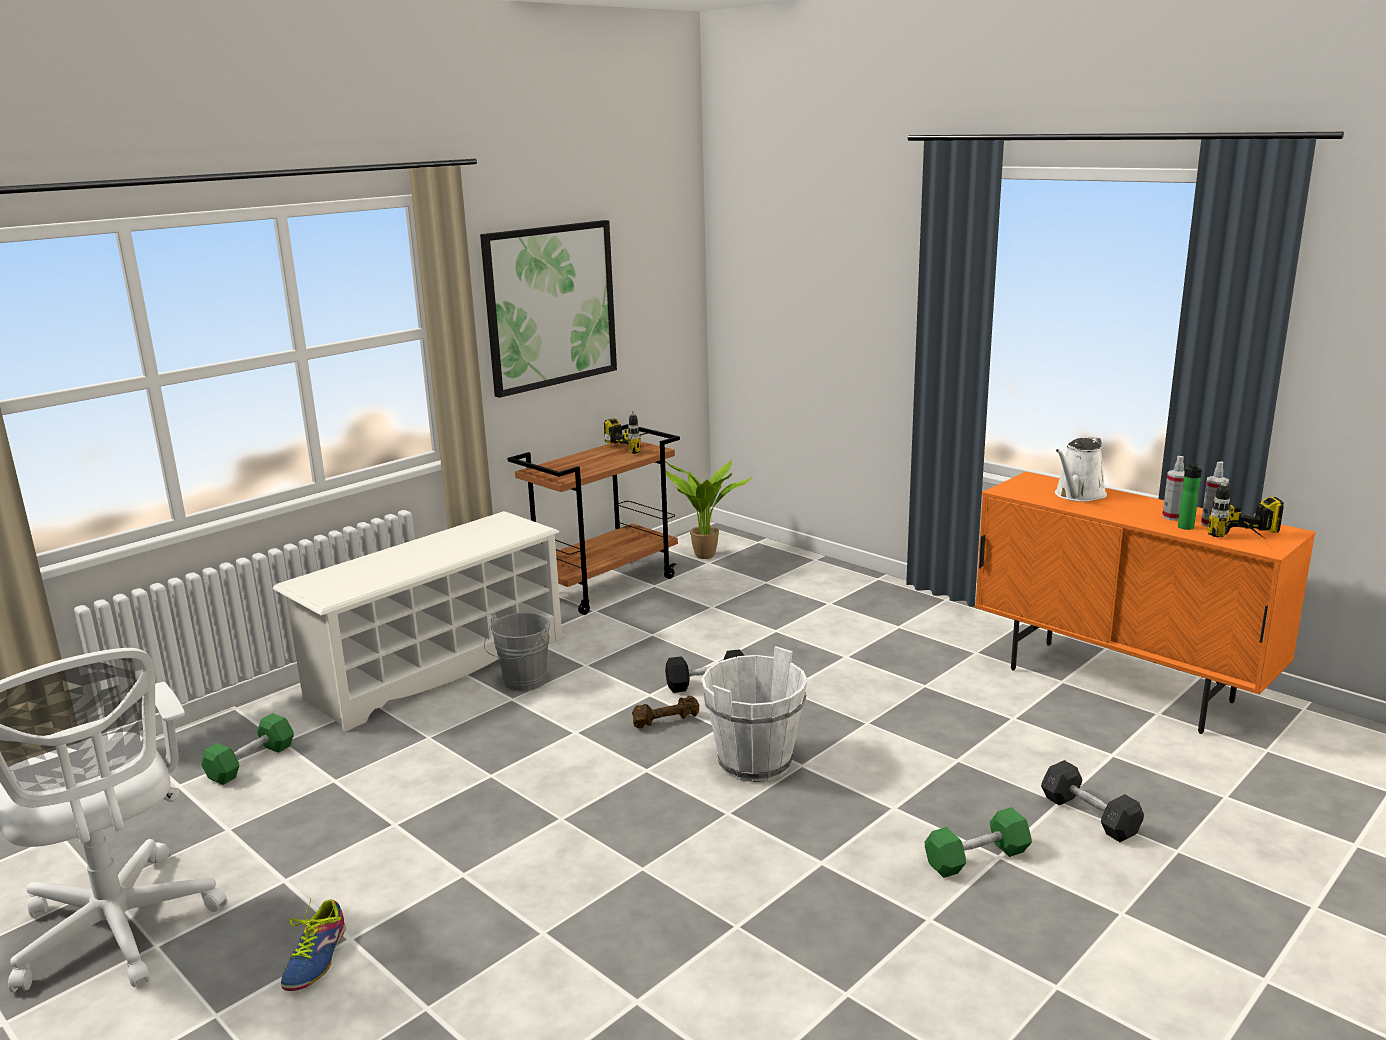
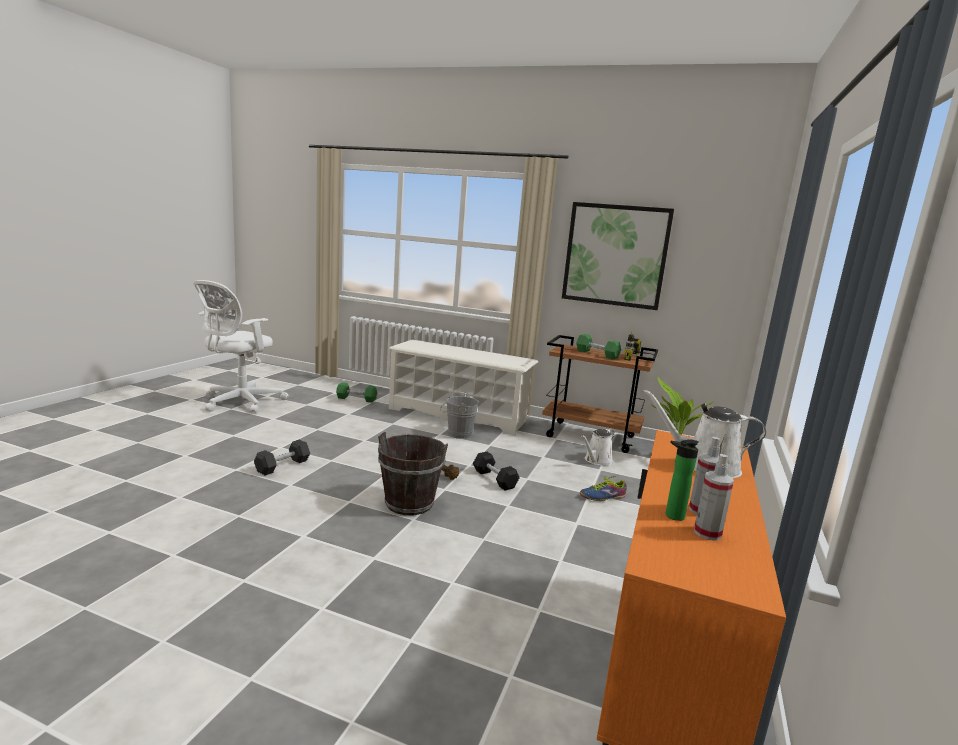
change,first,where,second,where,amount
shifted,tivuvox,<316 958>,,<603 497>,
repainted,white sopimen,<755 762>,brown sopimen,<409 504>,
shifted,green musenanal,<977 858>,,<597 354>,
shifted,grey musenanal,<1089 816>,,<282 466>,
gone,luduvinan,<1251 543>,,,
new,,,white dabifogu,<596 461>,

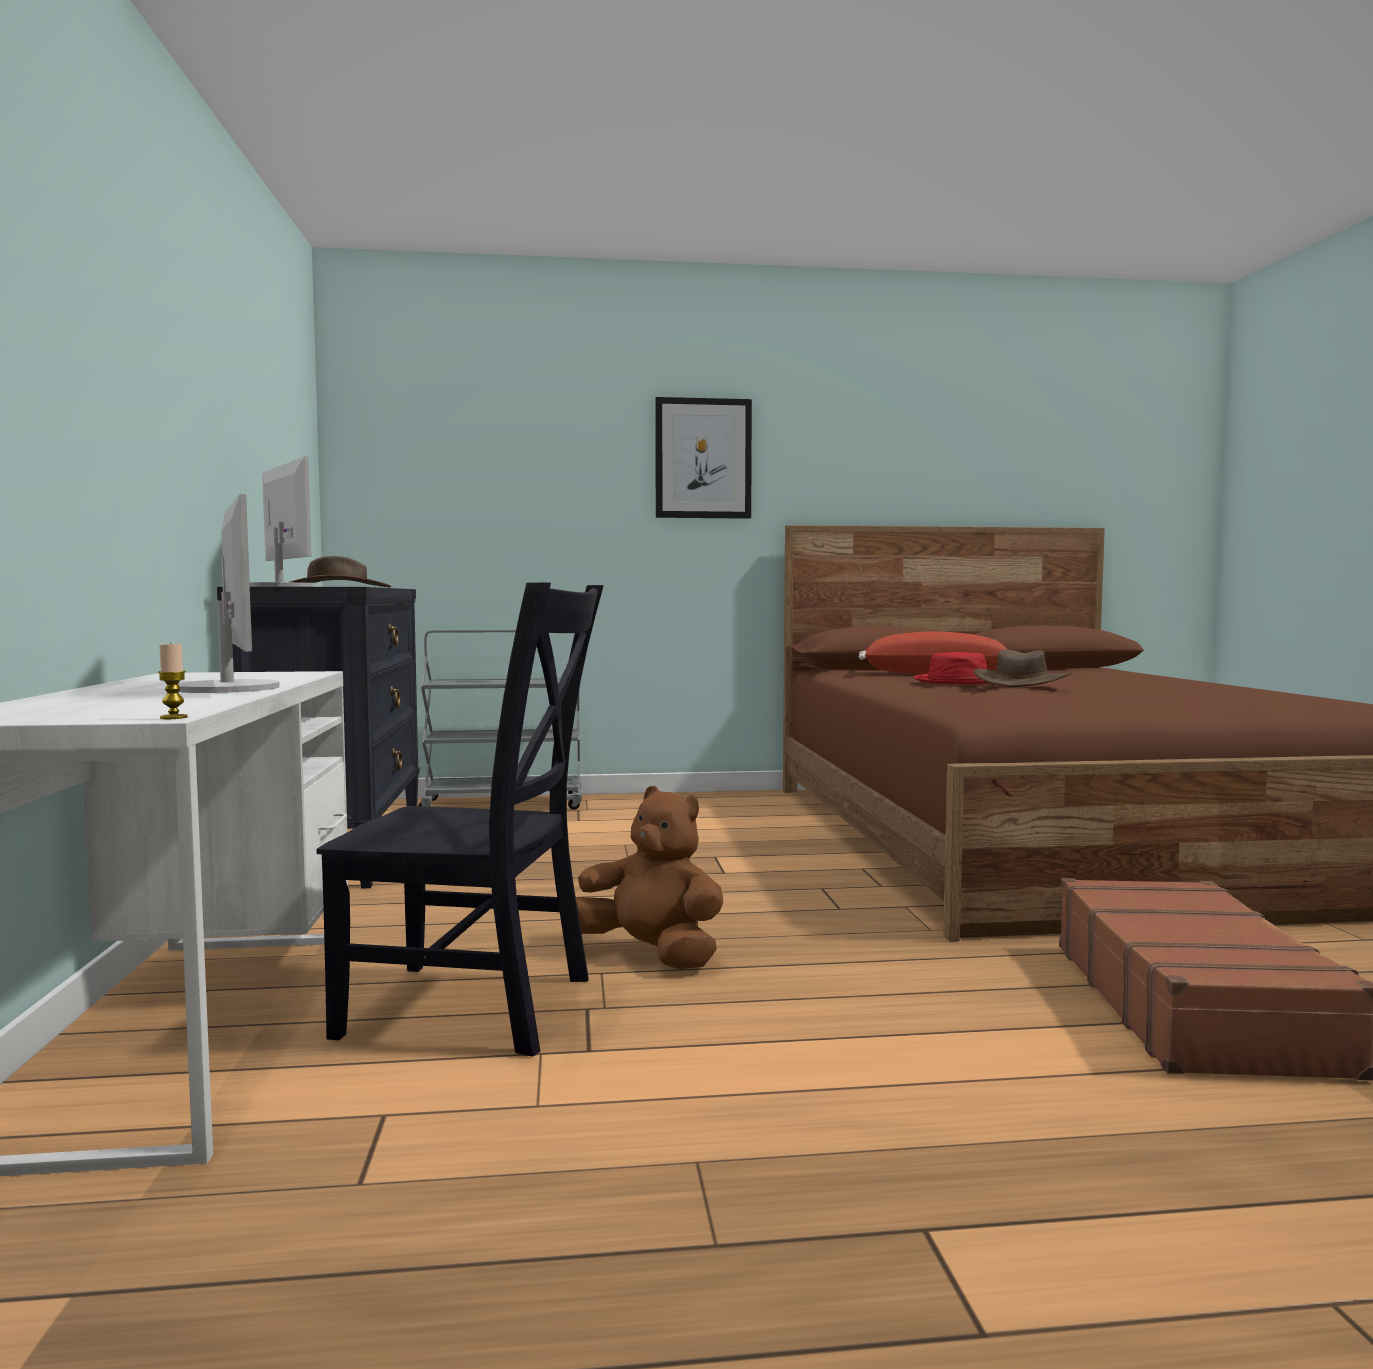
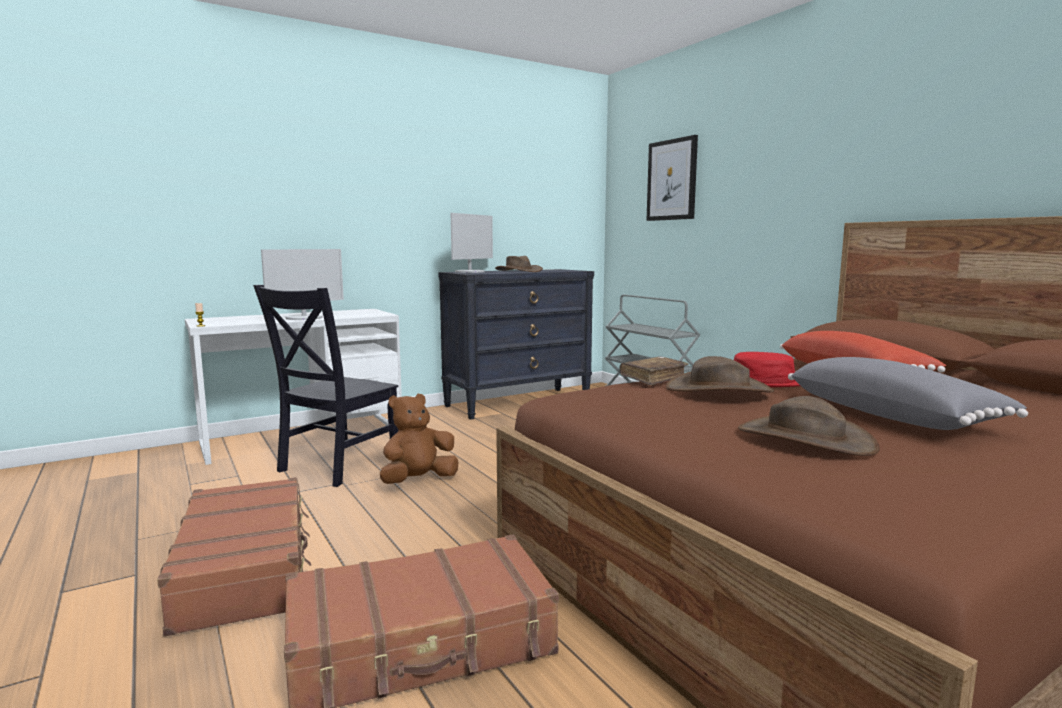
change,first,where,second,where,amount
rotated,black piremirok,<478 1008>,,<335 466>,45 degrees clockwise
rotated,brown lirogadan,<651 954>,,<418 480>,135 degrees counterclockwise
shifted,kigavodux,<703 458>,,<672 180>,
new,,,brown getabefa,<246 568>,
new,,,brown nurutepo,<653 378>,
new,,,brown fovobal,<804 439>,
new,,,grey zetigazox,<892 416>,

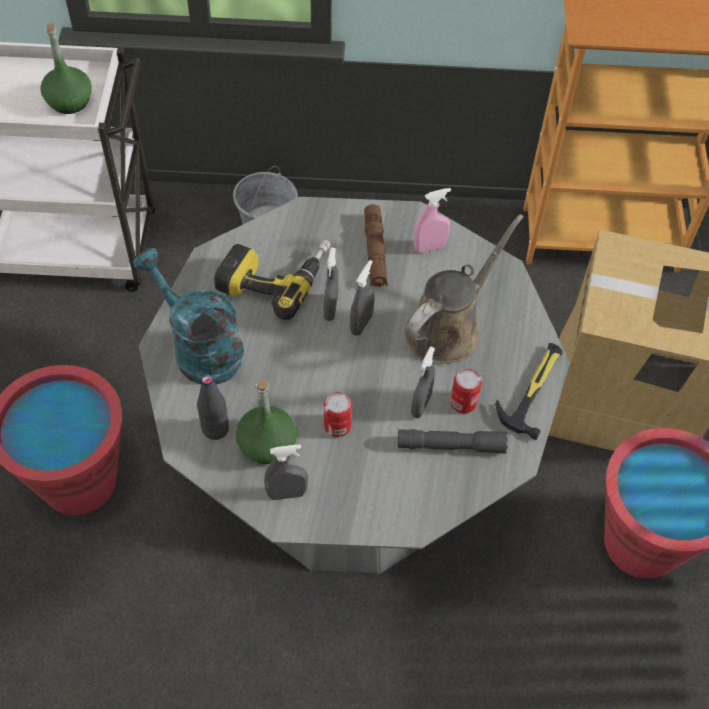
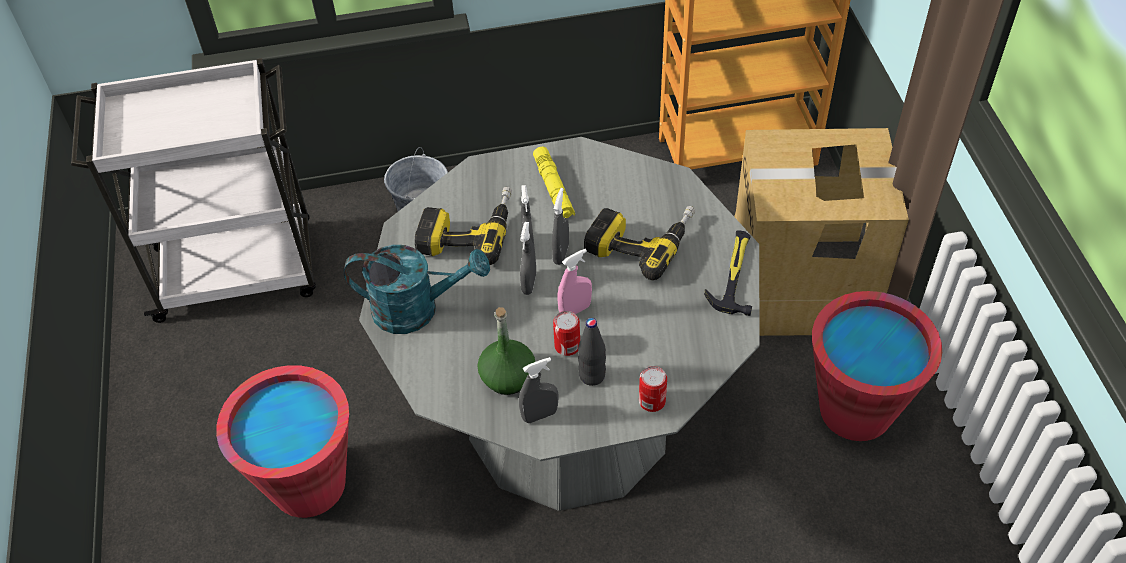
change,first,where,second,where,amount
gone,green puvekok,<69 101>,,,
rotated,turquoise dabifogu,<199 348>,,<417 309>,150 degrees clockwise
shifted,black puvekok,<215 429>,,<592 376>,
repainted,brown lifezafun,<375 252>,yellow lifezafun,<553 189>,
gone,grey lifezafun,<451 445>,,,
swapped,brown dabifogu,<448 329>,luduvinan,<641 240>,
shifted,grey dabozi,<421 405>,,<529 283>,
shifted,pink dabozi,<429 247>,,<575 310>,
shifted,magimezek,<463 402>,,<652 401>,

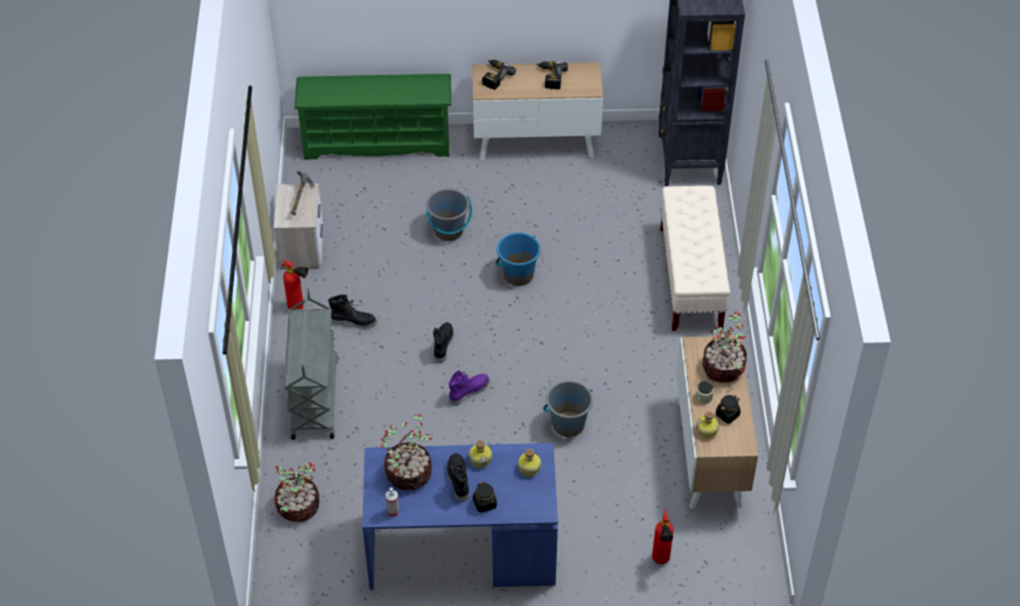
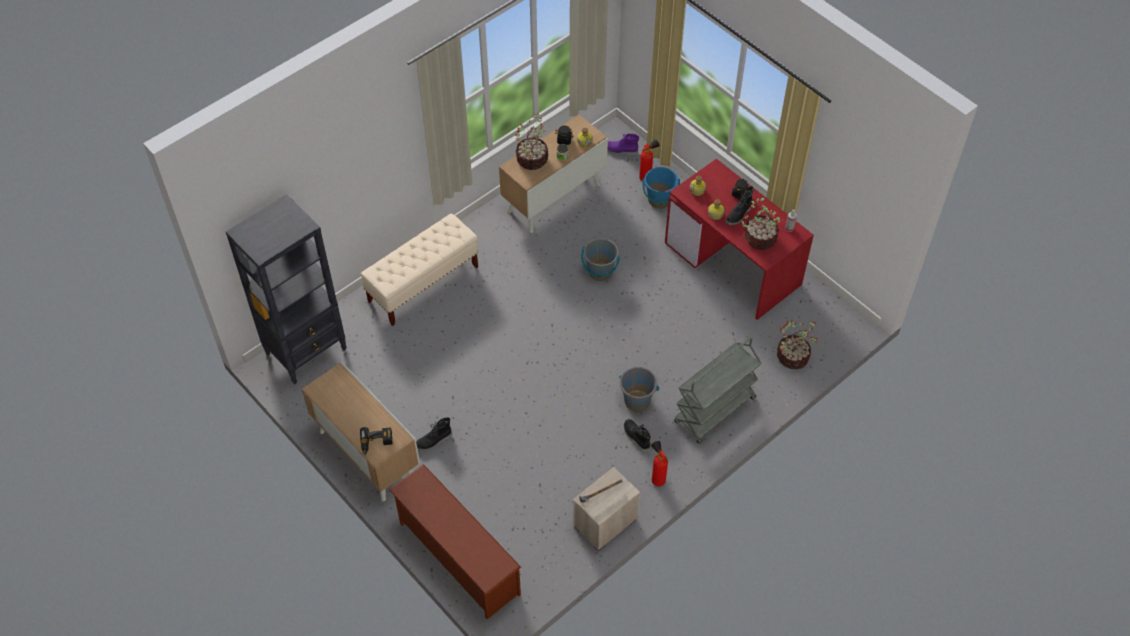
change,first,where,second,where,amount
repainted,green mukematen,<378 142>,brown mukematen,<457 558>,
repainted,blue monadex,<460 549>,red monadex,<733 263>,
shifted,grey sopimen,<448 231>,,<637 400>,
shifted,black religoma,<442 345>,,<434 441>,
shifted,purple religoma,<468 391>,,<620 151>,
shifted,blue sopimen,<518 275>,,<659 200>,
gone,luduvinan,<550 77>,,,

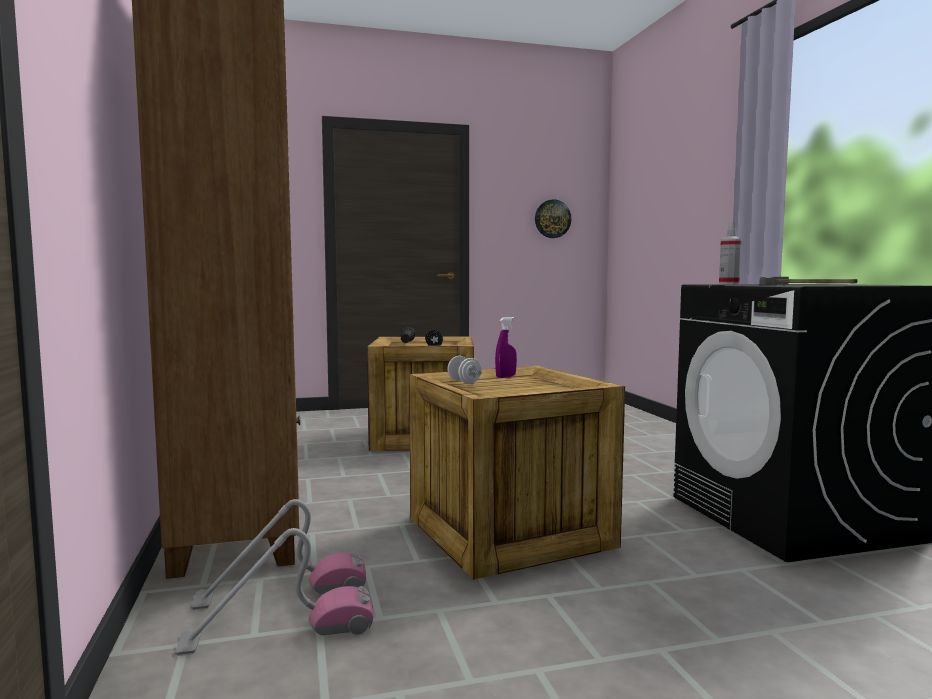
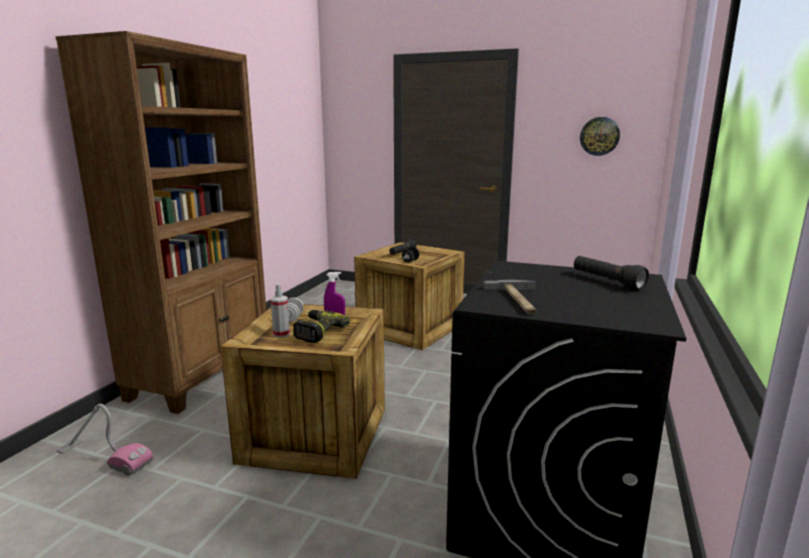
change,first,where,second,where,amount
gone,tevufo,<282 592>,,,
shifted,dabozi,<729 284>,,<281 334>,
new,,,luduvinan,<317 332>,
new,,,black lifezafun,<606 281>,

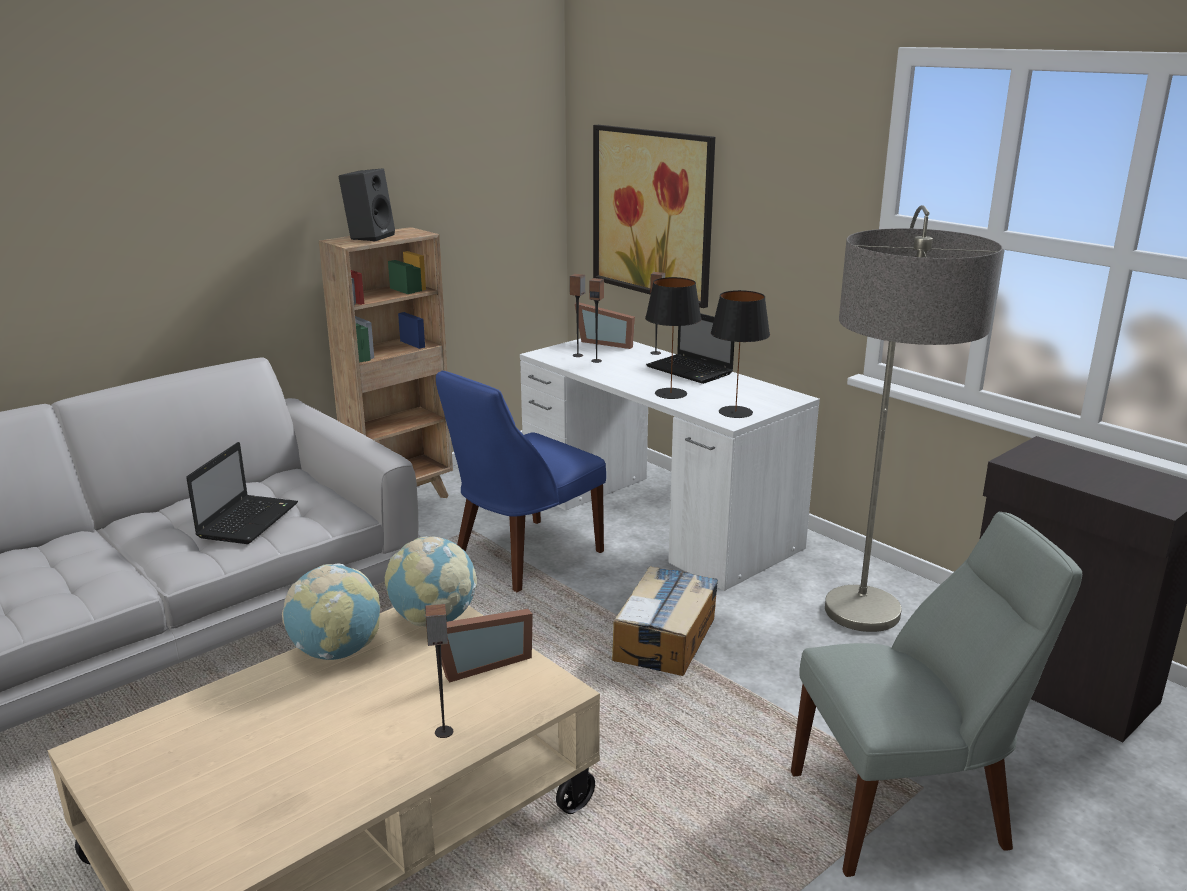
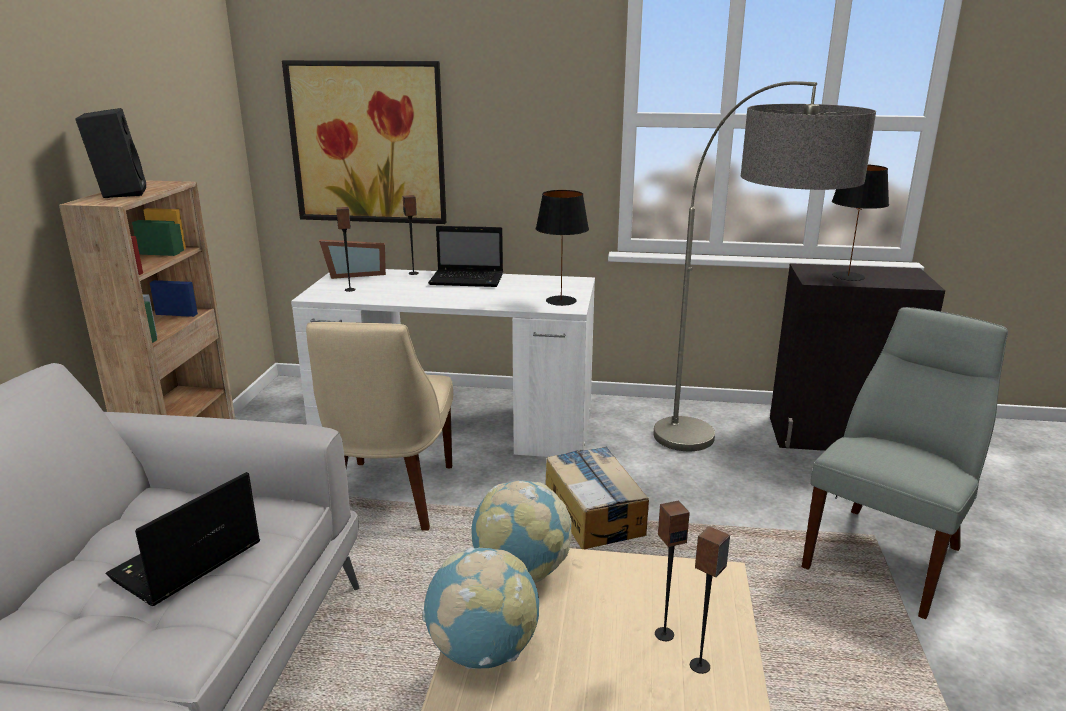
change,first,where,second,where,amount
rotated,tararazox,<248 520>,,<184 563>,120 degrees counterclockwise
repainted,blue piremirok,<522 557>,beige piremirok,<390 498>,
gone,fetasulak,<480 663>,,,
shifted,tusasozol,<596 361>,,<664 634>,
shifted,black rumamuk,<670 393>,,<847 276>,

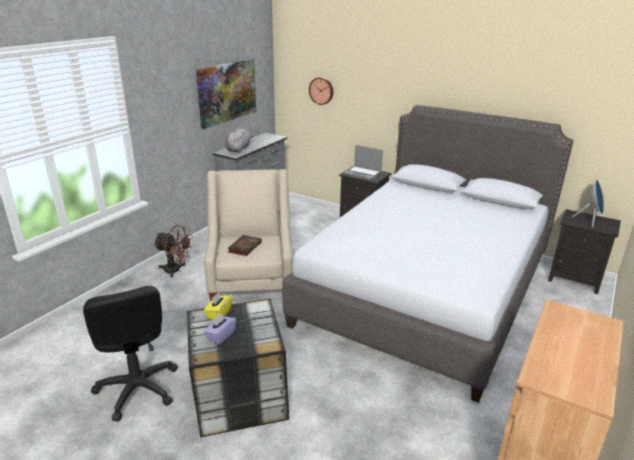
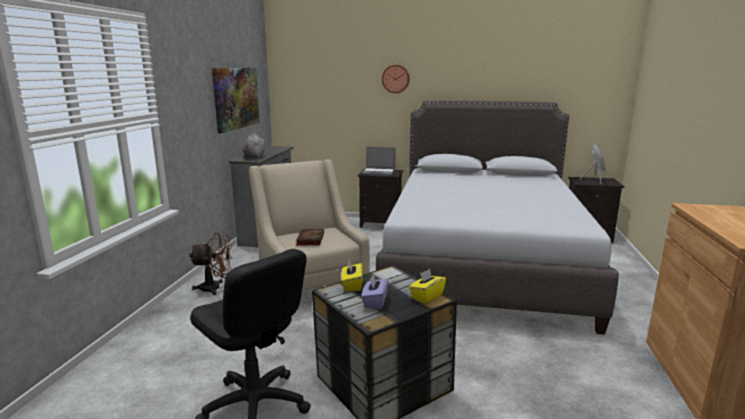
change,first,where,second,where,amount
shifted,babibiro,<321 90>,,<395 79>,
new,,,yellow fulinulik,<426 296>,

